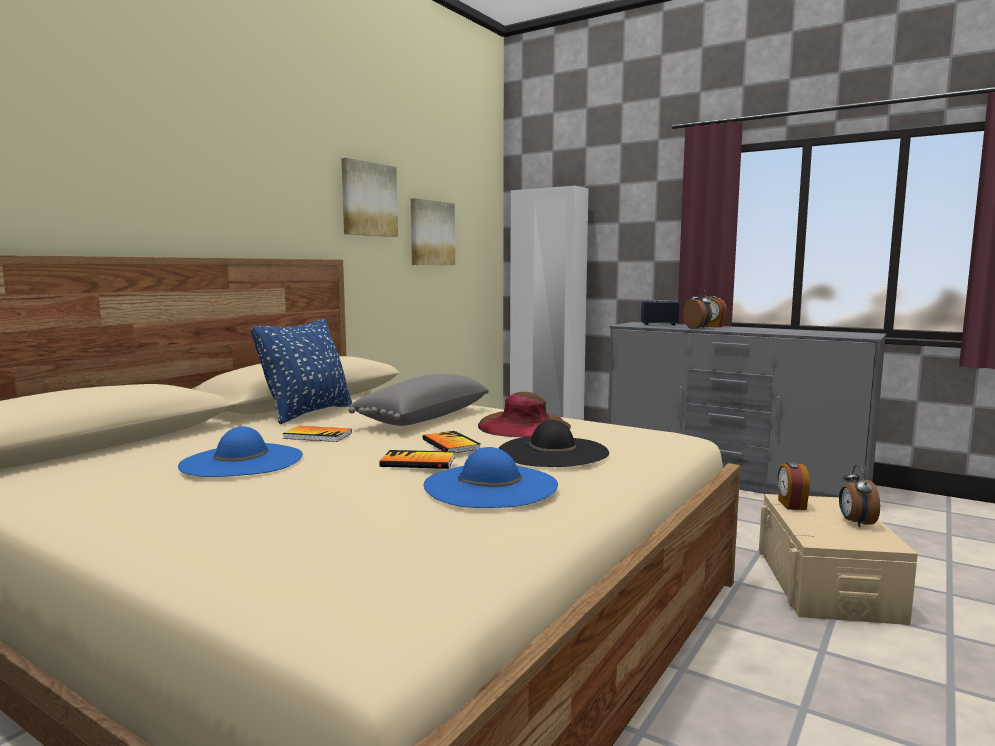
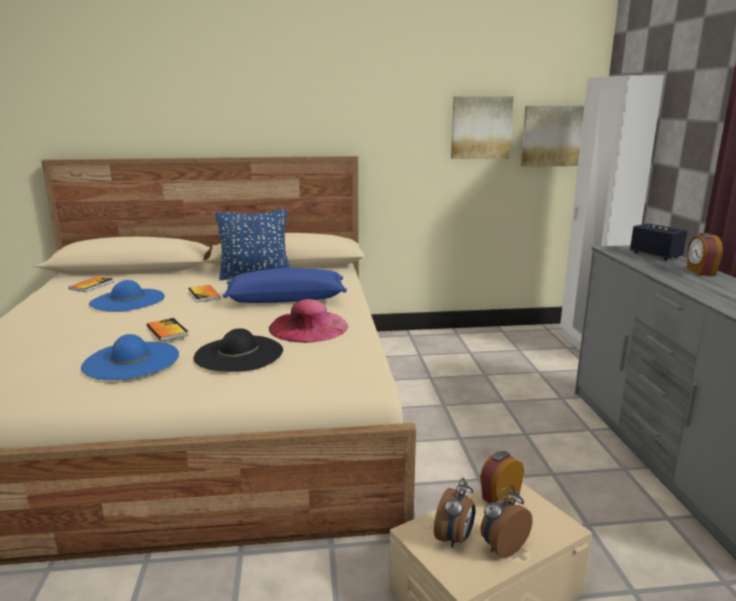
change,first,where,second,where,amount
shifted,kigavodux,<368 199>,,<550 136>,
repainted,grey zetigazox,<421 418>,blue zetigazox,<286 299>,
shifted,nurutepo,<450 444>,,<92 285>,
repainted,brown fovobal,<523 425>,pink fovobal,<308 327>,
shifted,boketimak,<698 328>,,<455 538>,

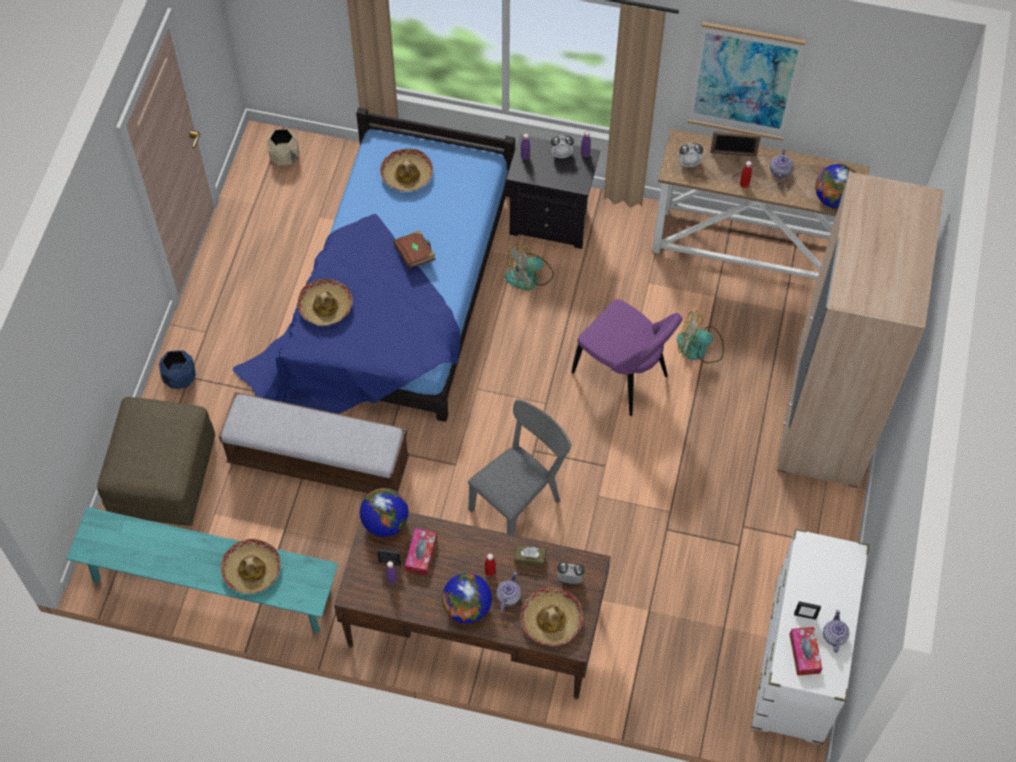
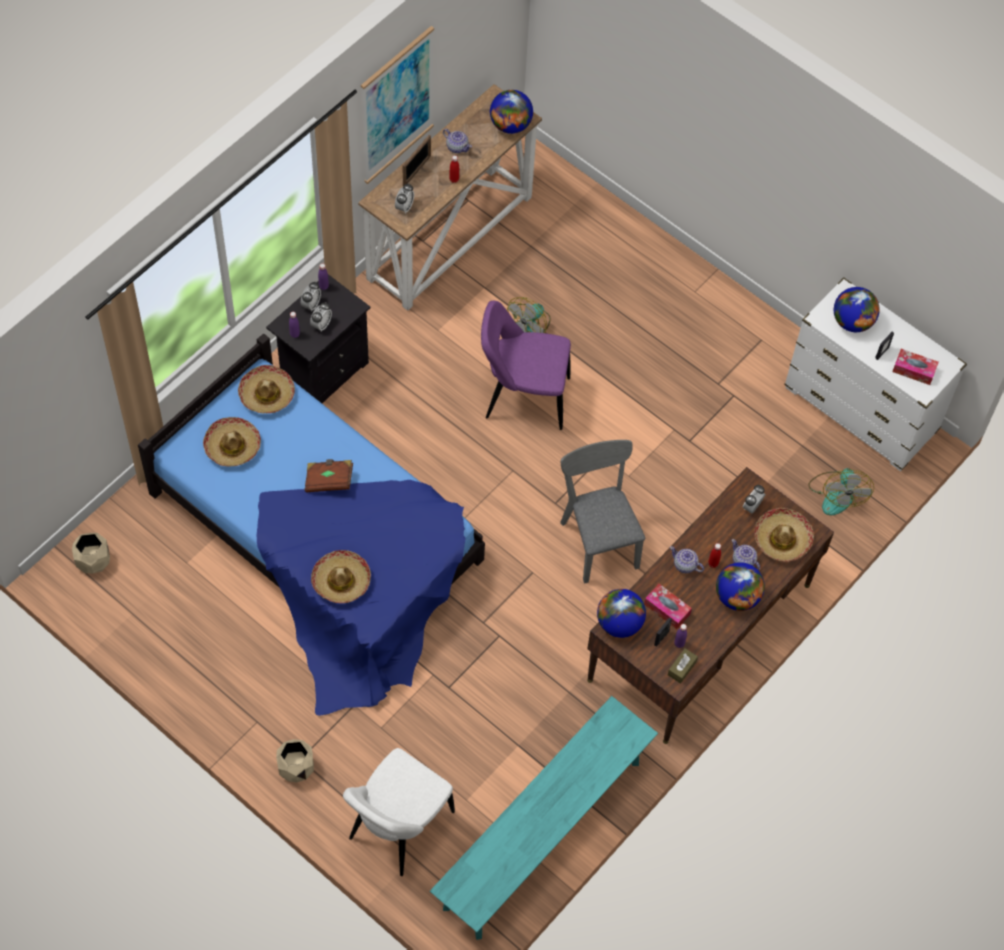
change,first,where,second,where,amount
swapped,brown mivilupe,<163 475>,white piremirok,<398 829>,
repainted,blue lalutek,<180 377>,beige lalutek,<295 768>,
gone,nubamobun,<319 462>,,,
shifted,fovobal,<251 570>,,<267 394>,
shifted,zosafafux,<529 276>,,<837 494>,
shifted,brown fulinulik,<530 559>,,<682 668>,
rotated,purple piremirok,<623 377>,,<523 397>,150 degrees counterclockwise
gone,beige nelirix,<826 416>,,,
shifted,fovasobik,<834 636>,,<685 565>,
new,,,boketimak,<321 325>,
new,,,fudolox,<852 322>,

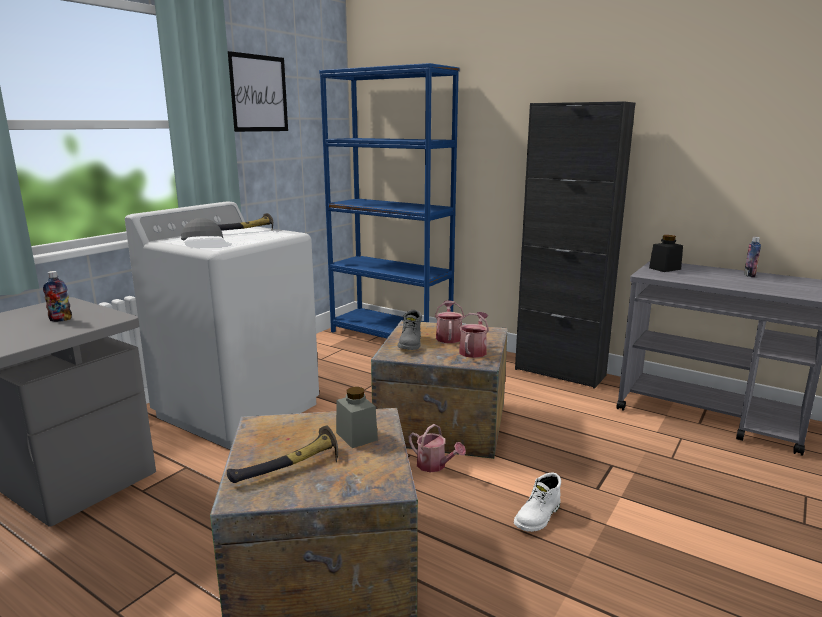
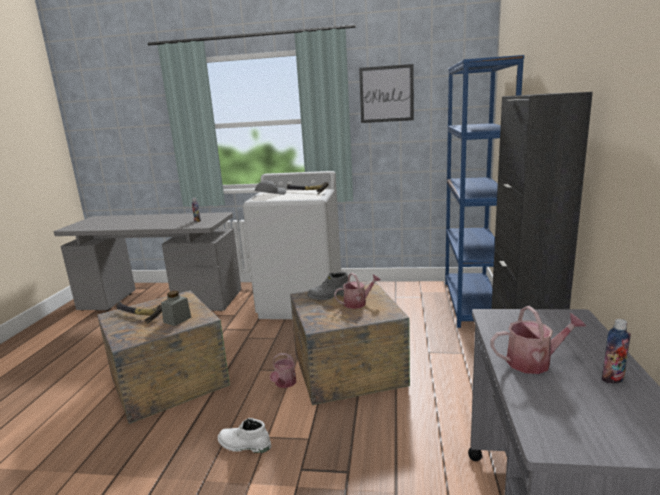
change,first,where,second,where,amount
shifted,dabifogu,<474 350>,,<534 361>,
gone,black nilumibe,<665 268>,,,

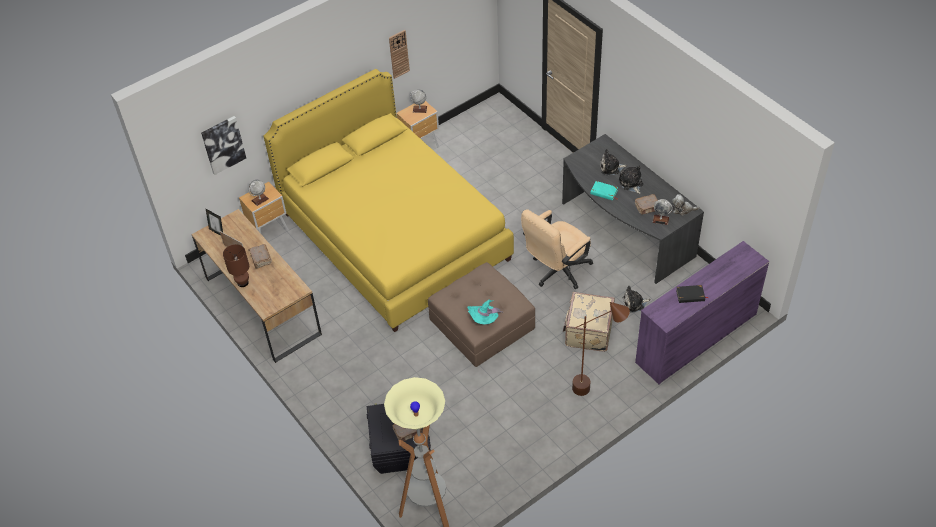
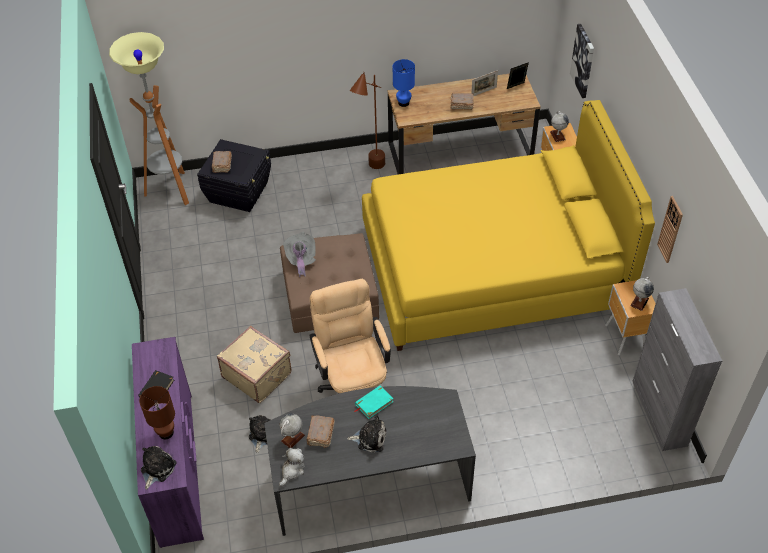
change,first,where,second,where,amount
shifted,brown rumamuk,<243 282>,,<166 433>,
repainted,turquoise fovobal,<484 320>,grey fovobal,<301 259>,
shifted,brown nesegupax,<596 388>,,<370 172>,
shifted,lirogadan,<611 167>,,<157 469>,
new,,,blue rumamuk,<403 103>,
new,,,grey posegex,<659 413>,

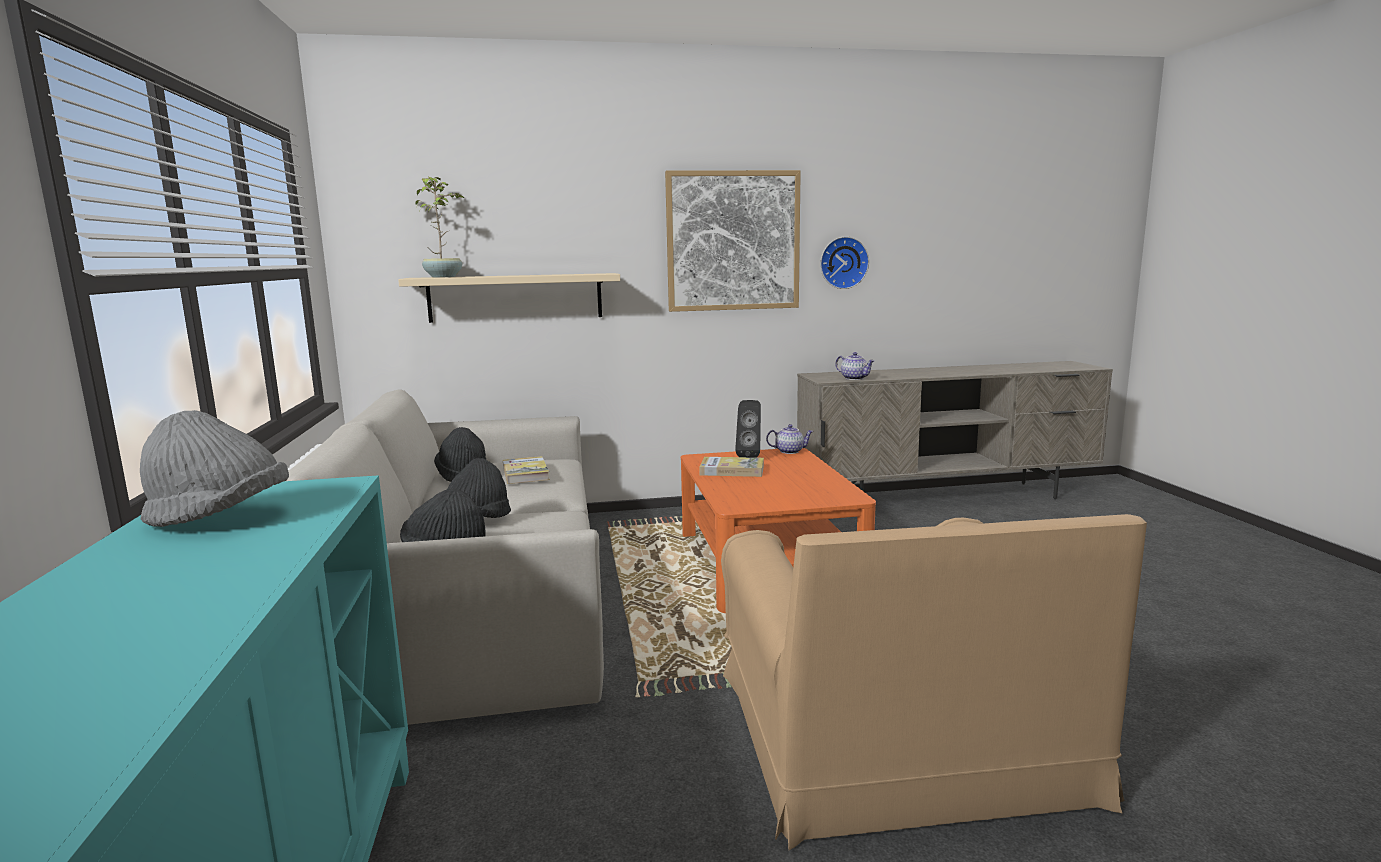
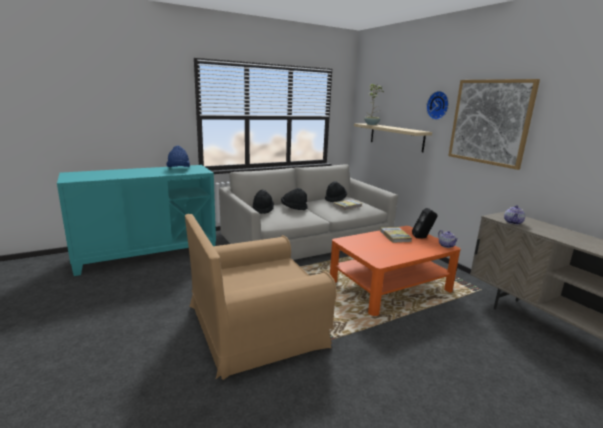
change,first,where,second,where,amount
repainted,grey fovobal,<219 518>,blue fovobal,<178 169>,
shifted,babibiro,<843 262>,,<439 105>,

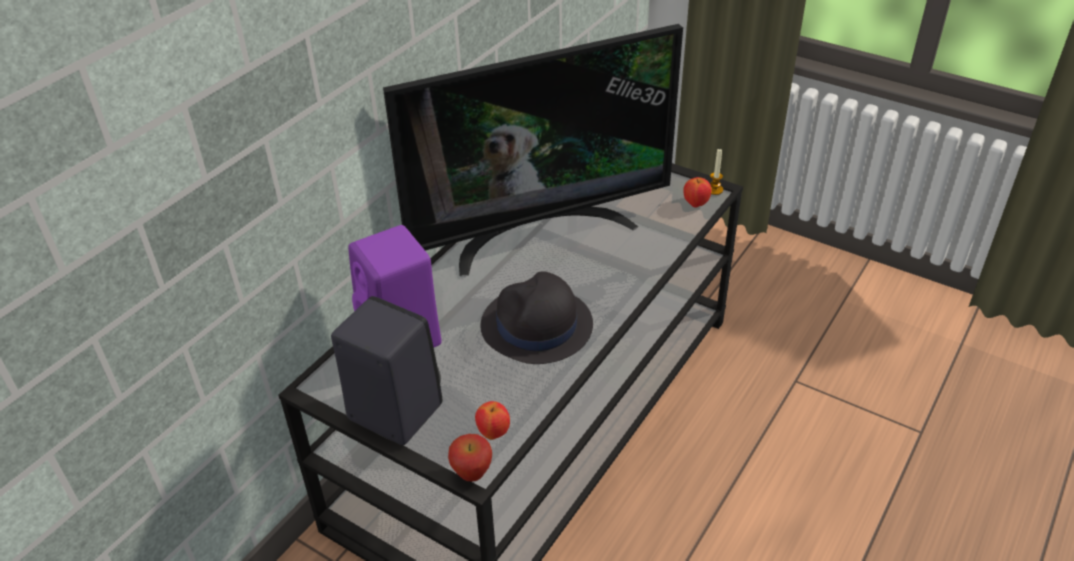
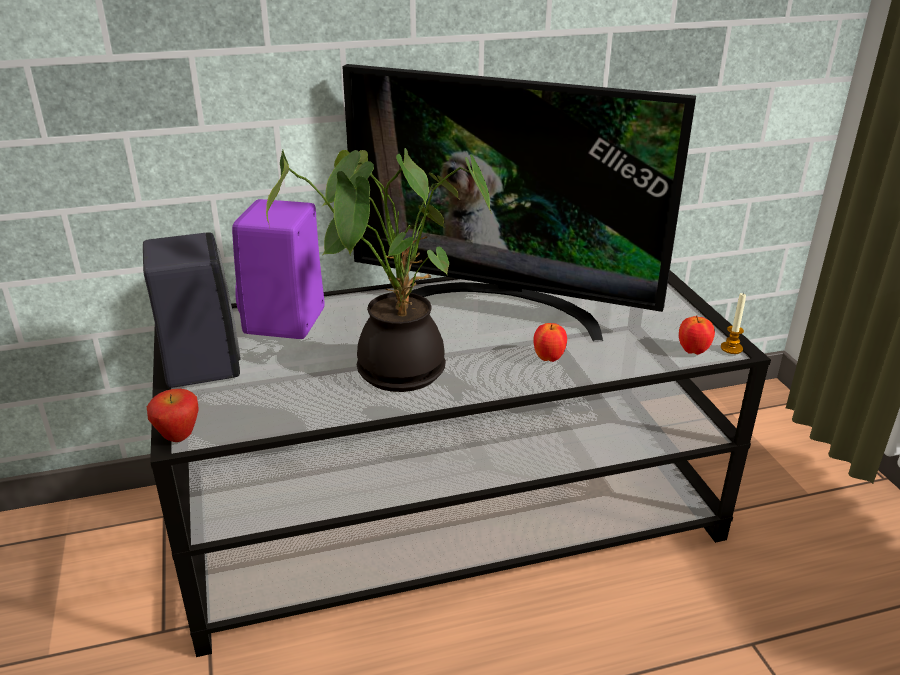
change,first,where,second,where,amount
shifted,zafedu,<493 433>,,<548 358>,
swapped,black fovobal,<536 326>,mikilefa,<395 367>,

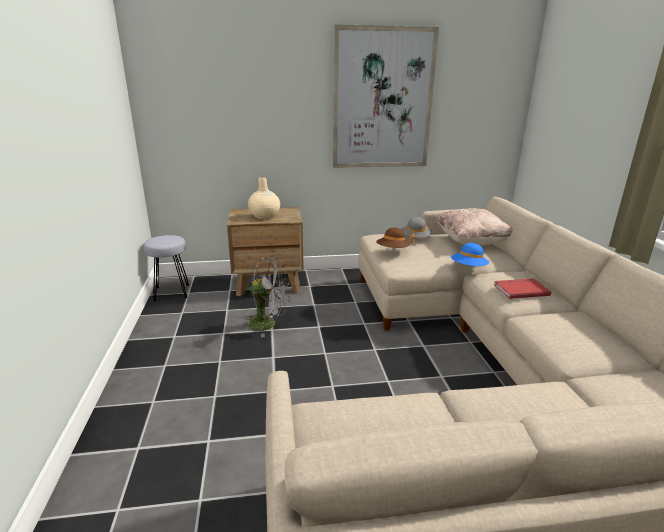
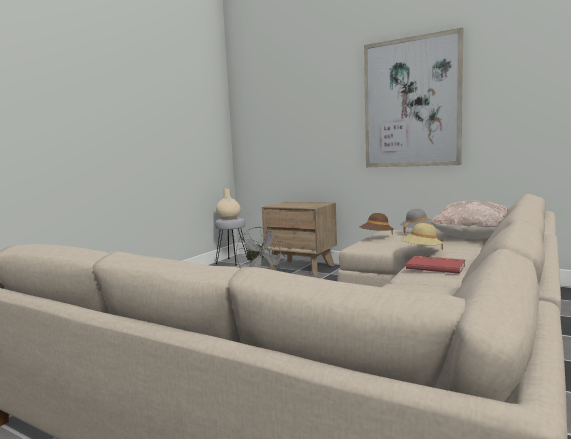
change,first,where,second,where,amount
shifted,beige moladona,<264 216>,,<228 218>,
repainted,blue fovobal,<468 268>,beige fovobal,<421 251>,

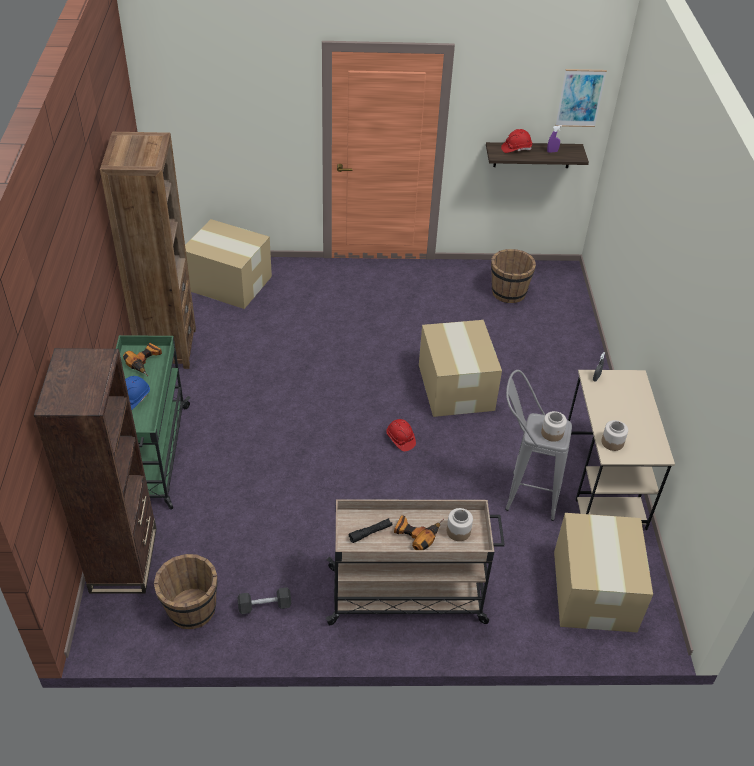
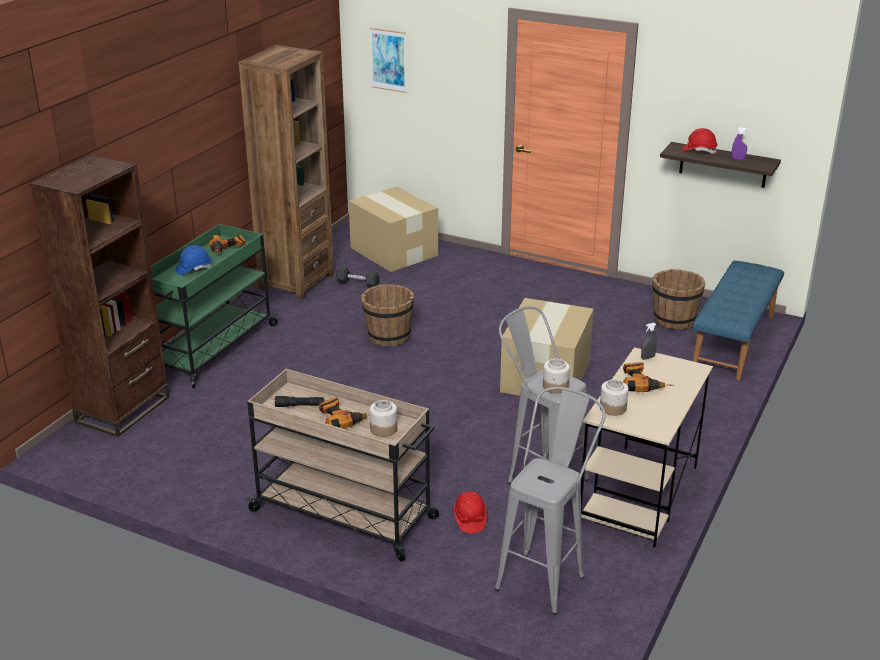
change,first,where,second,where,amount
shifted,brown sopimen,<191 609>,,<388 336>,
shifted,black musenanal,<264 606>,,<357 284>,
shifted,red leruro,<400 439>,,<469 519>,
swapped,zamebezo,<594 589>,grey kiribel,<546 575>,
shifted,kigavodux,<580 98>,,<388 60>,
new,,,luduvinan,<642 382>,
new,,,blue nubamobun,<734 341>,

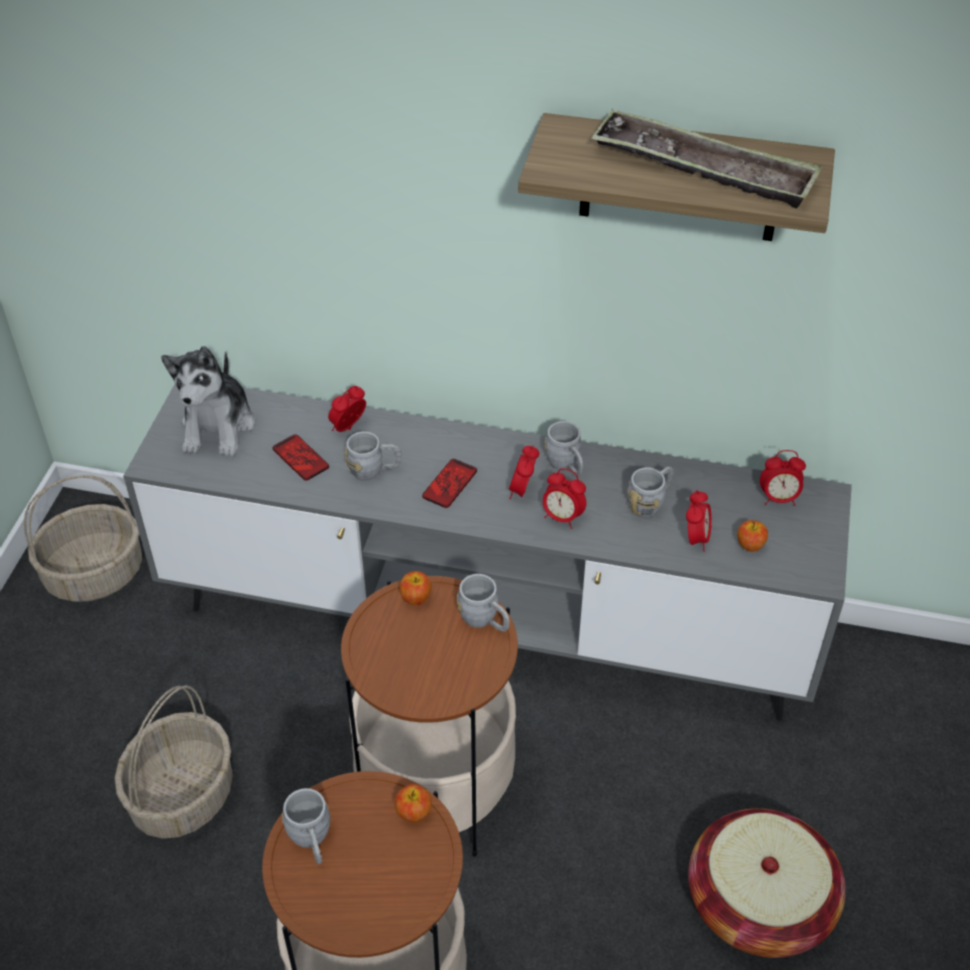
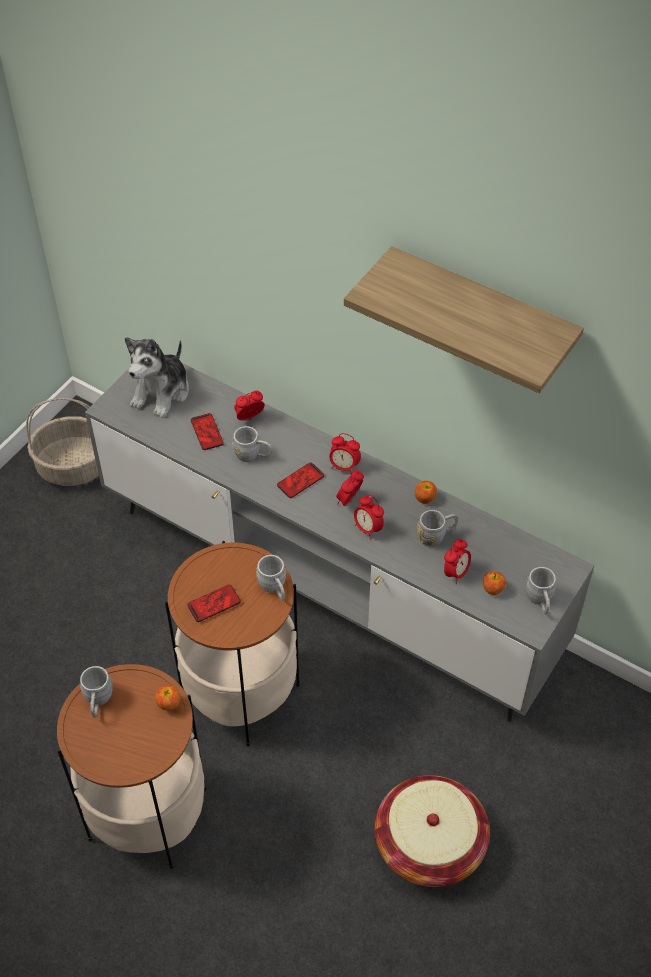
change,first,where,second,where,amount
gone,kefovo,<182 794>,,,
shifted,zafedu,<416 597>,,<425 498>,
shifted,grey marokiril,<566 465>,,<539 601>,
gone,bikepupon,<703 169>,,,
shifted,boketimak,<778 498>,,<344 467>,
new,,,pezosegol,<214 604>,

